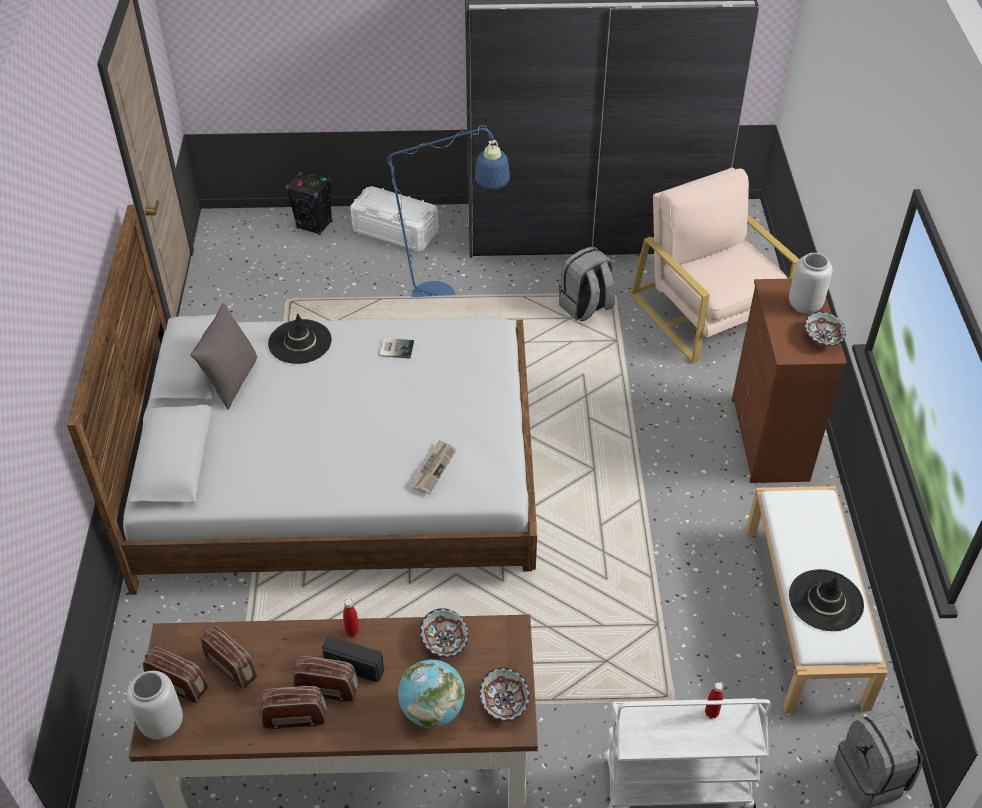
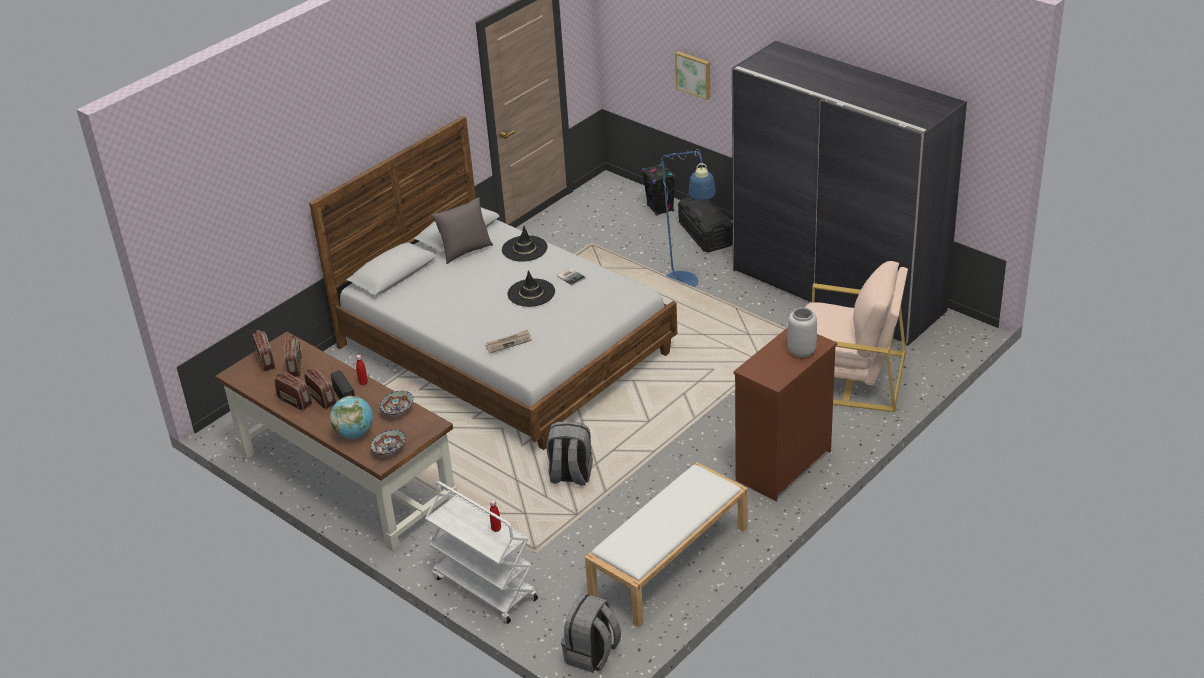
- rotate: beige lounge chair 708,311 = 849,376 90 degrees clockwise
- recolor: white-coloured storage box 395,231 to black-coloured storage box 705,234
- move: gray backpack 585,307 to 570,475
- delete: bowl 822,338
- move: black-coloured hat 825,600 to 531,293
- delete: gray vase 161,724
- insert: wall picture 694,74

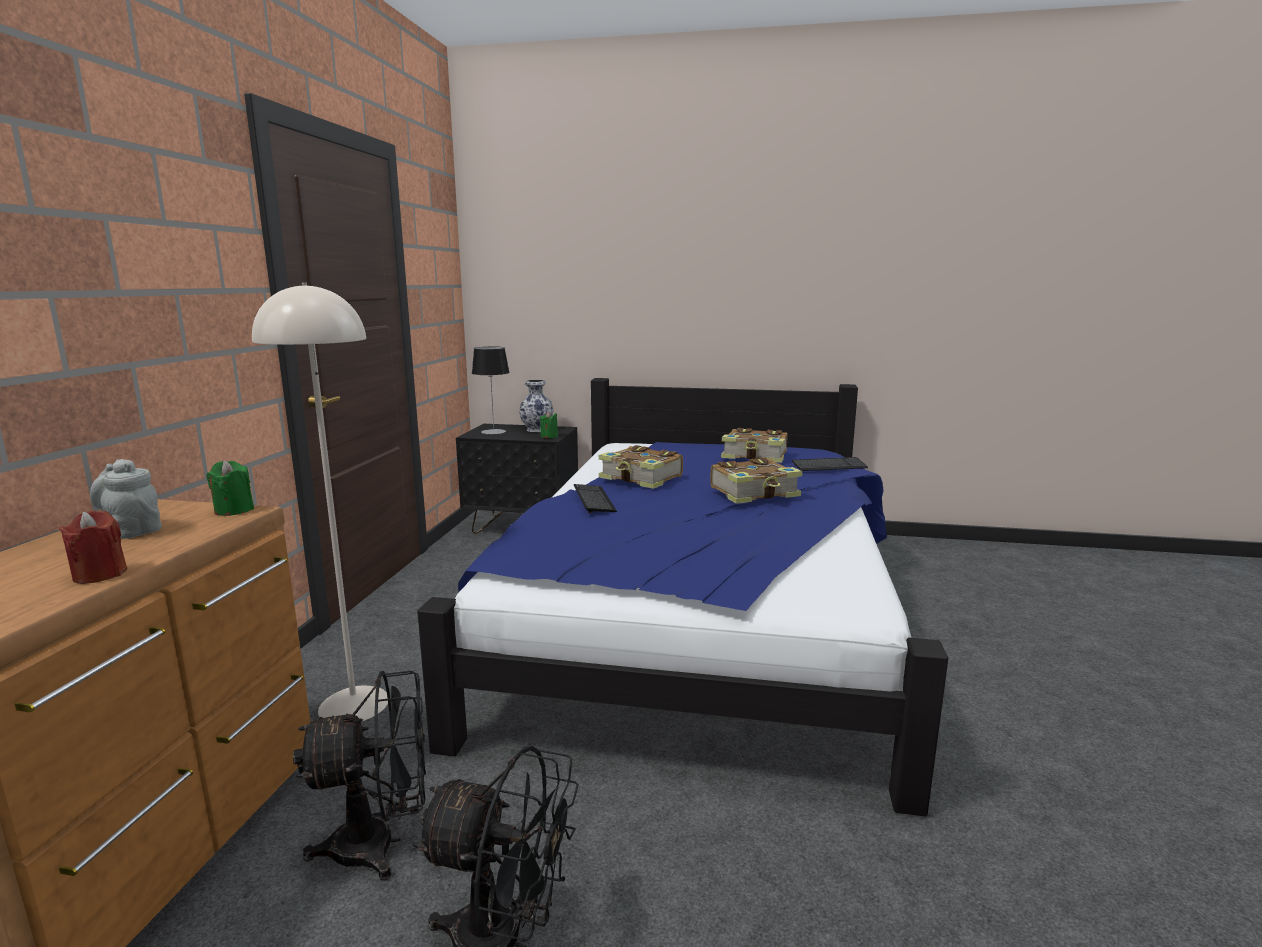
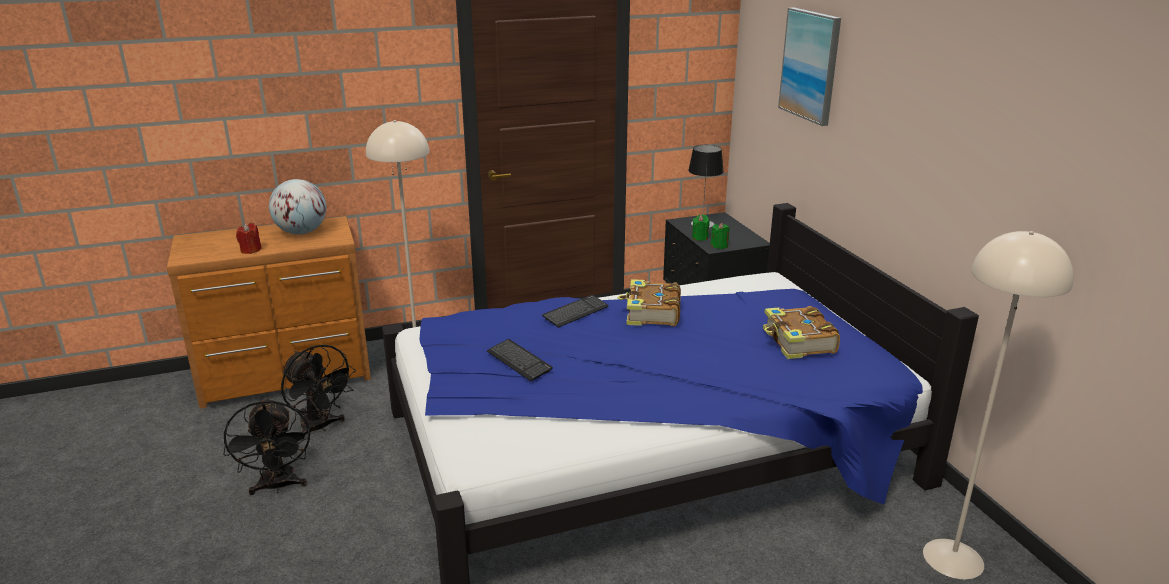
- delete: vase 536,430
- move: keyboard 829,466 to 519,361
- delete: book 755,493
- replace: gray teapot 132,530 to world globe 301,232
- move: green wax candle 234,510 to 700,237
- insert: wall picture 810,65
- insert: beige standing lamp 953,558

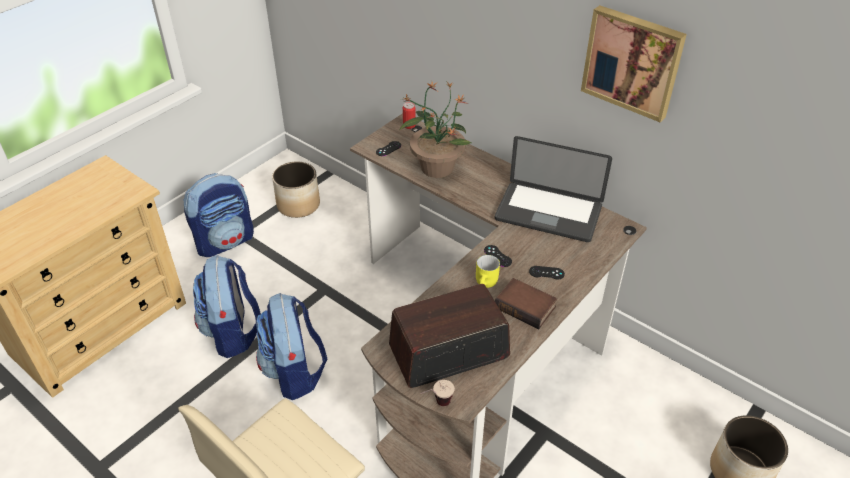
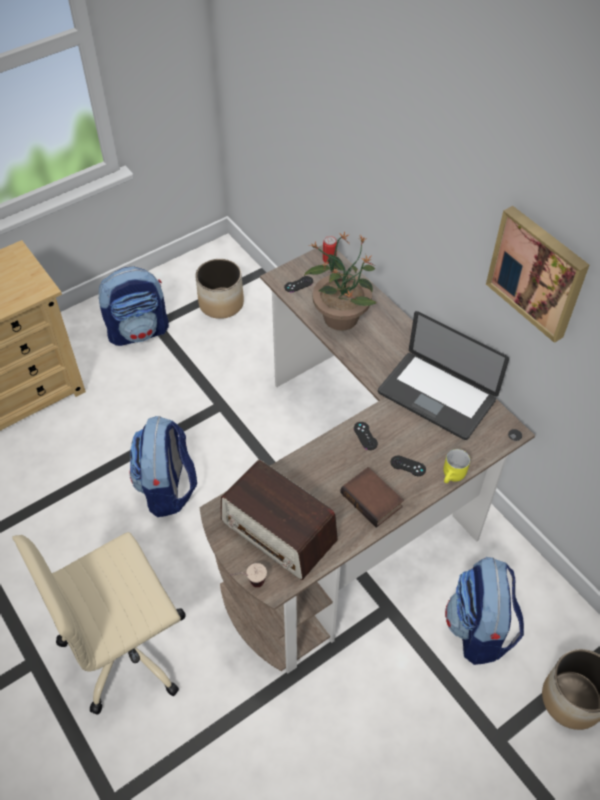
- move: backpack 233,333 to 478,629
- move: yellowish coffee mug 487,283 to 453,476
- rotate: radio receiver 448,352 = 279,531 135 degrees counterclockwise

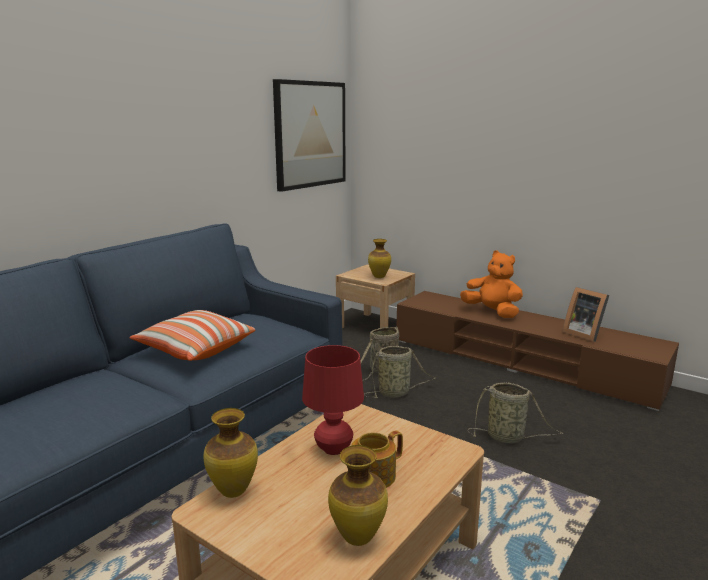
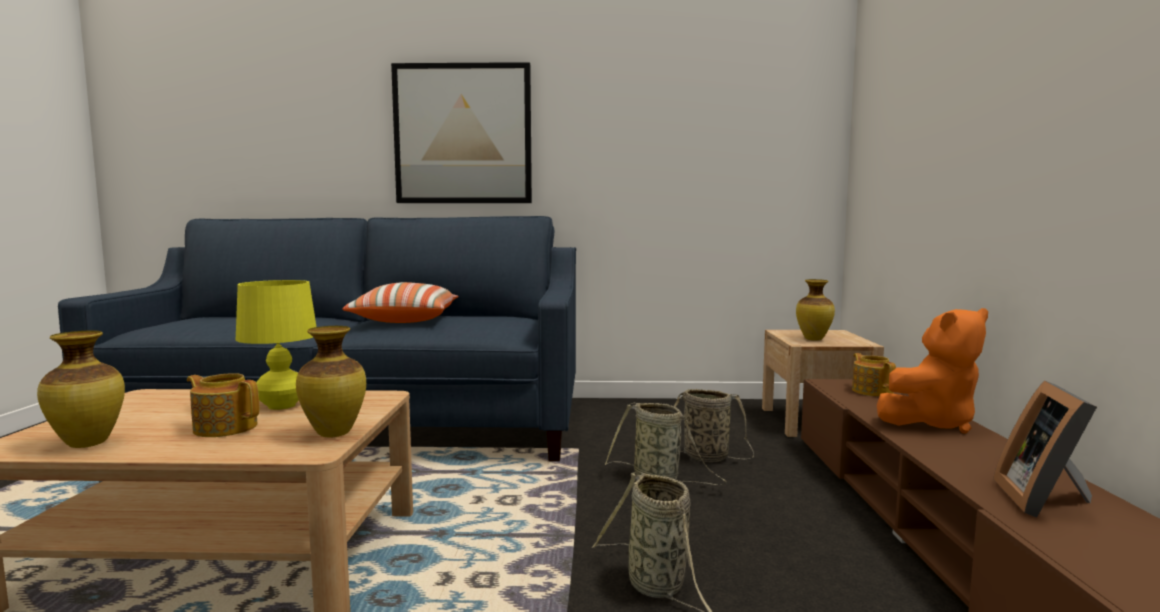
- move: wall picture 310,134 to 463,134
- rotate: orangey soft toy 492,312 = 931,423 60 degrees clockwise
- recolor: reddish table lamp 333,449 to yellowish table lamp 281,406
- move: vase 232,491 to 334,433
- insert: teapot 872,391

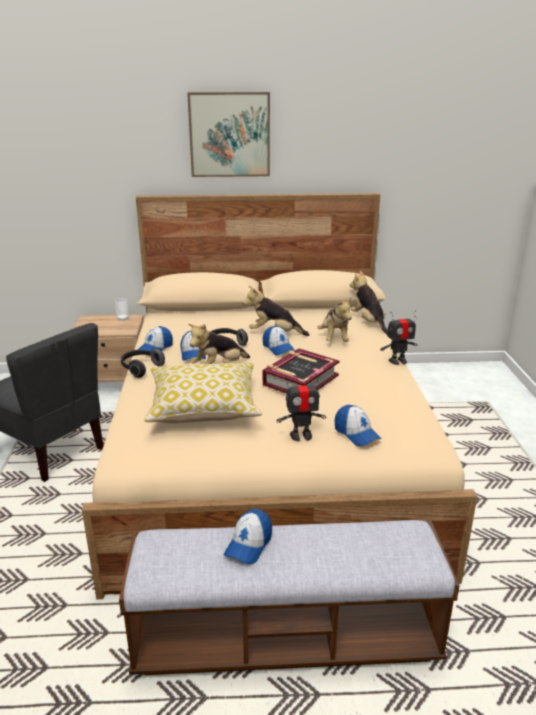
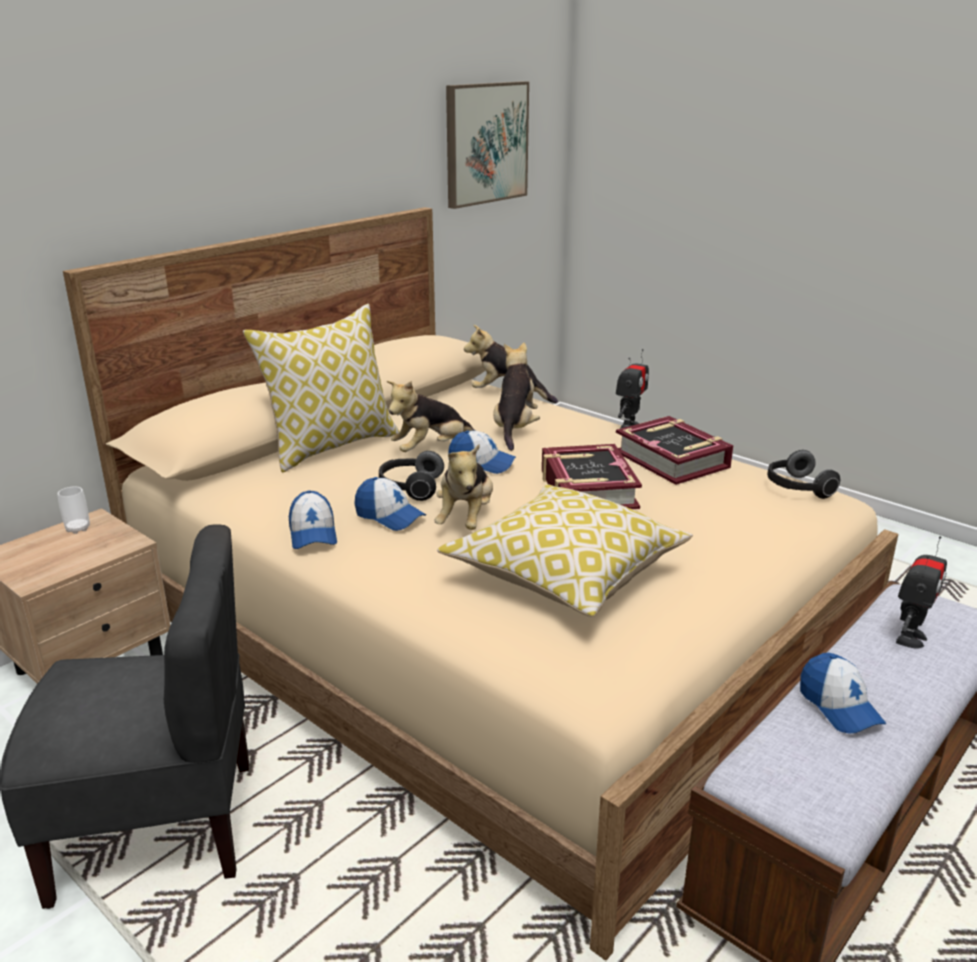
- move: wall picture 229,135 to 486,143
- rotate: soft toy 334,338 = 514,428 120 degrees counterclockwise
- move: headset 141,368 to 797,488
- move: toy robot 301,435 to 909,638
- delete: baseball cap 356,433
- insert: pillow 331,446
- insert: book 672,459

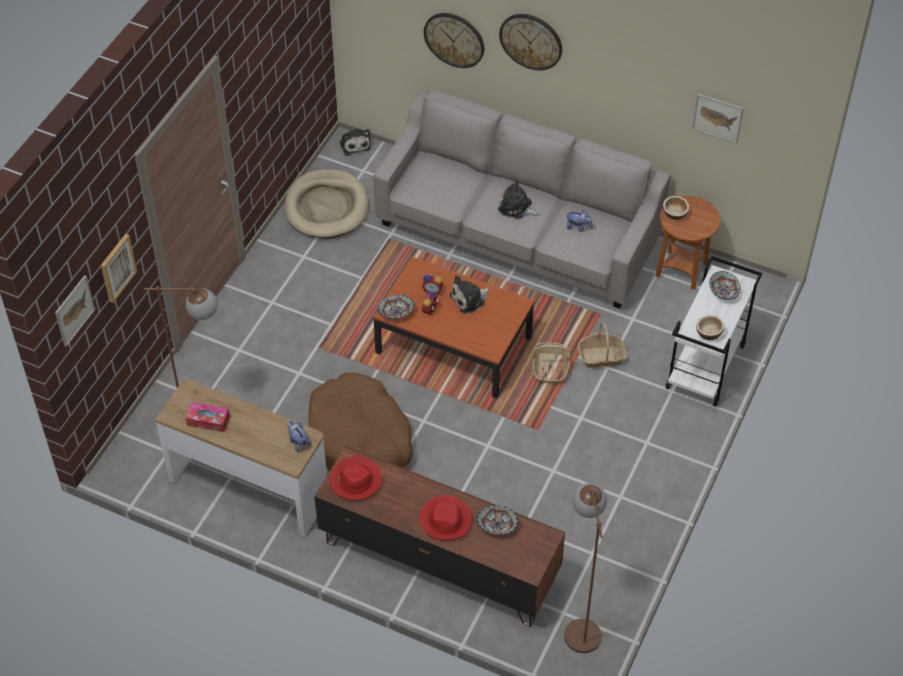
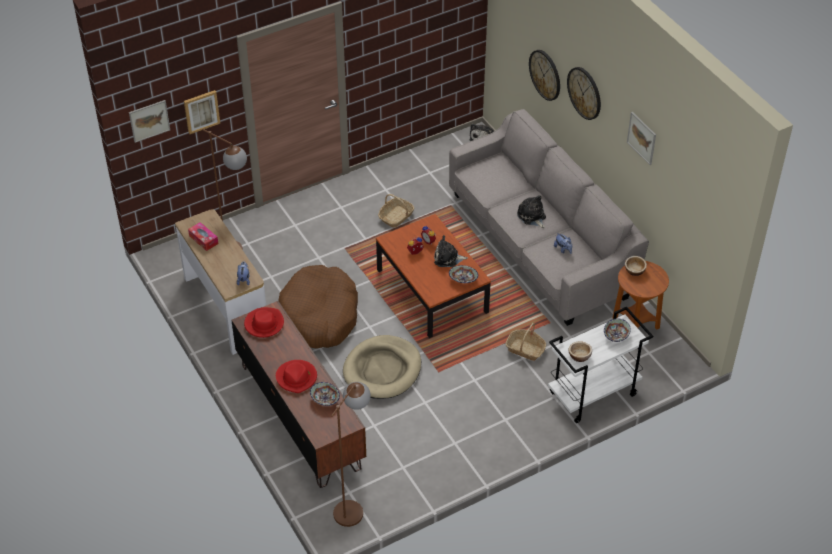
- move: wall picture 718,118 to 642,138
- move: beige dog bed 326,207 to 382,370
- move: bowl 396,313 to 463,280
- move: basket 550,368 to 396,217

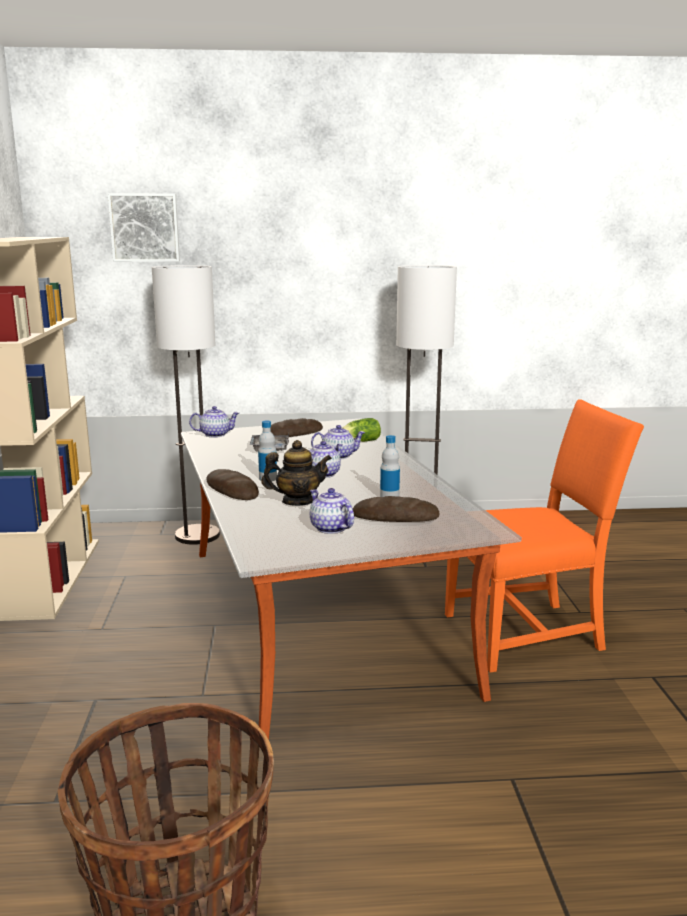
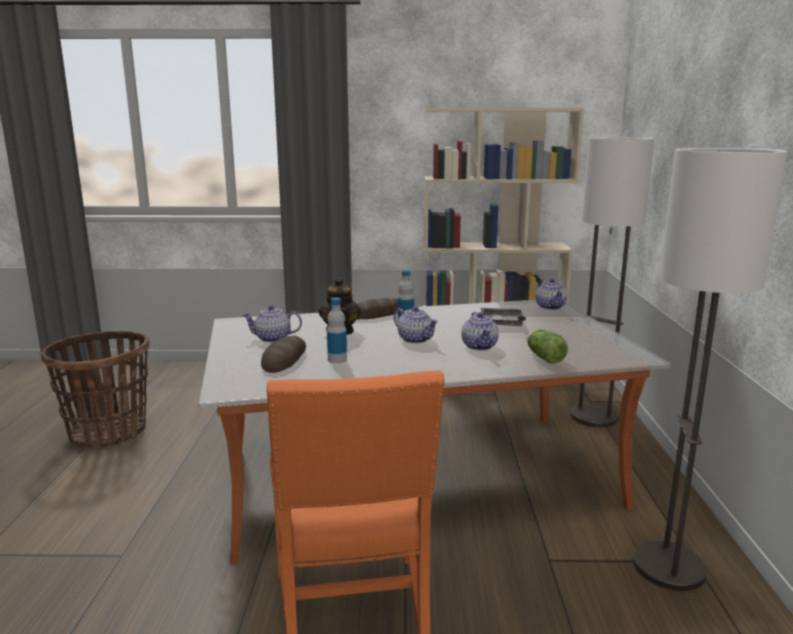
- delete: wall picture 145,227
- delete: bakery bread 294,433
- rotate: teapot 330,528 = 272,339 150 degrees counterclockwise

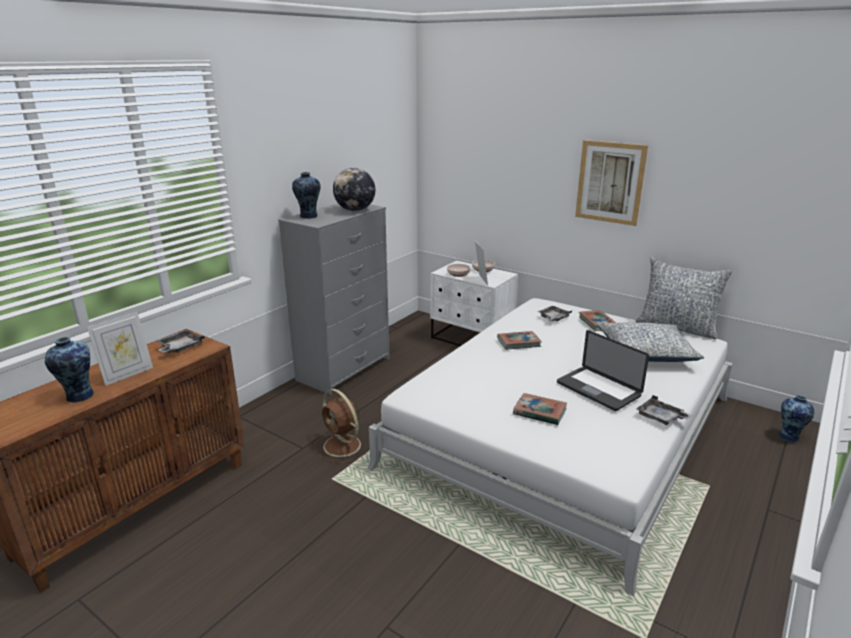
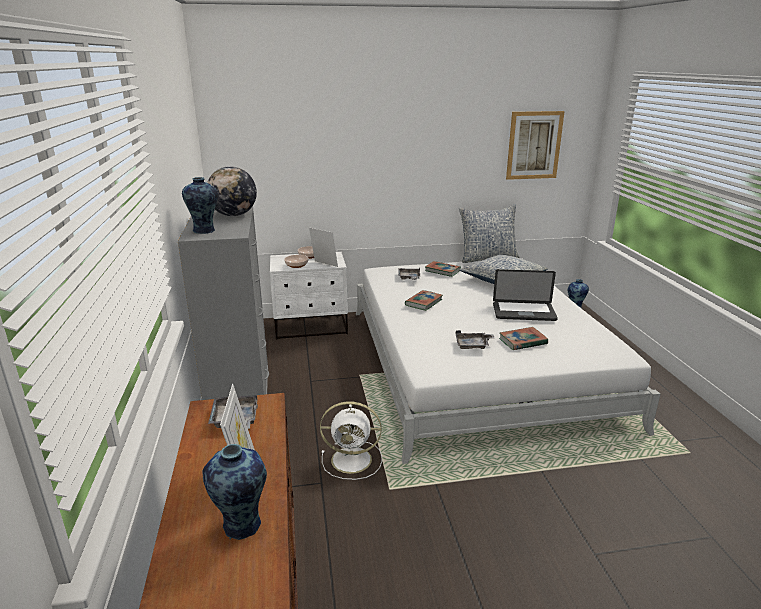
- move: wall picture 610,182 to 534,145
- recolor: brown fan 343,446 to white-coloured fan 353,460
- move: gray tray 660,418 to 473,345

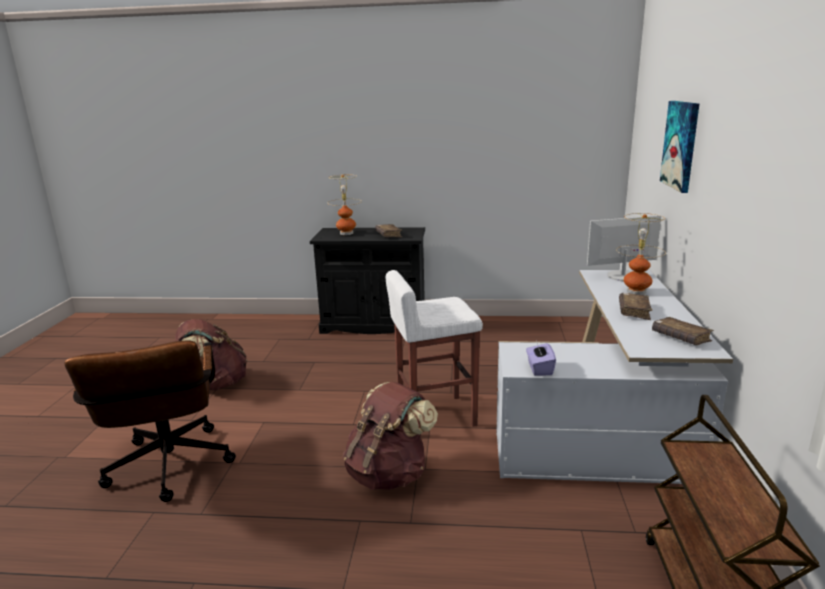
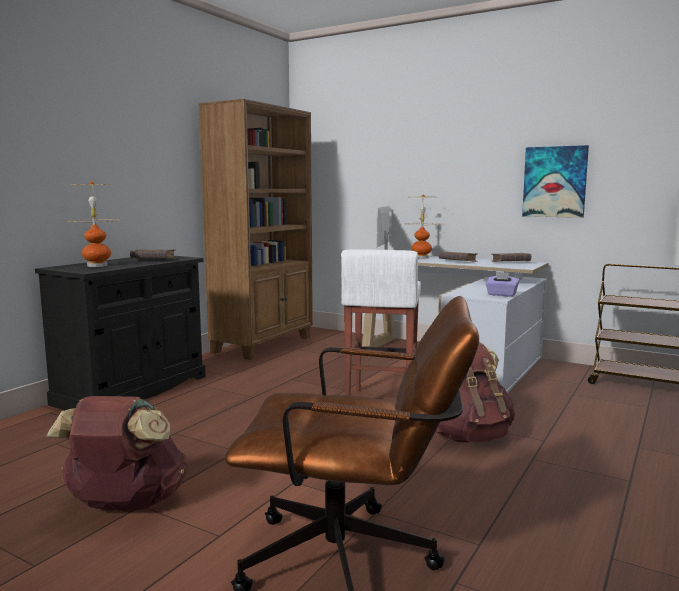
- move: wall picture 681,145 to 554,182
- insert: brown bookcase 264,344

